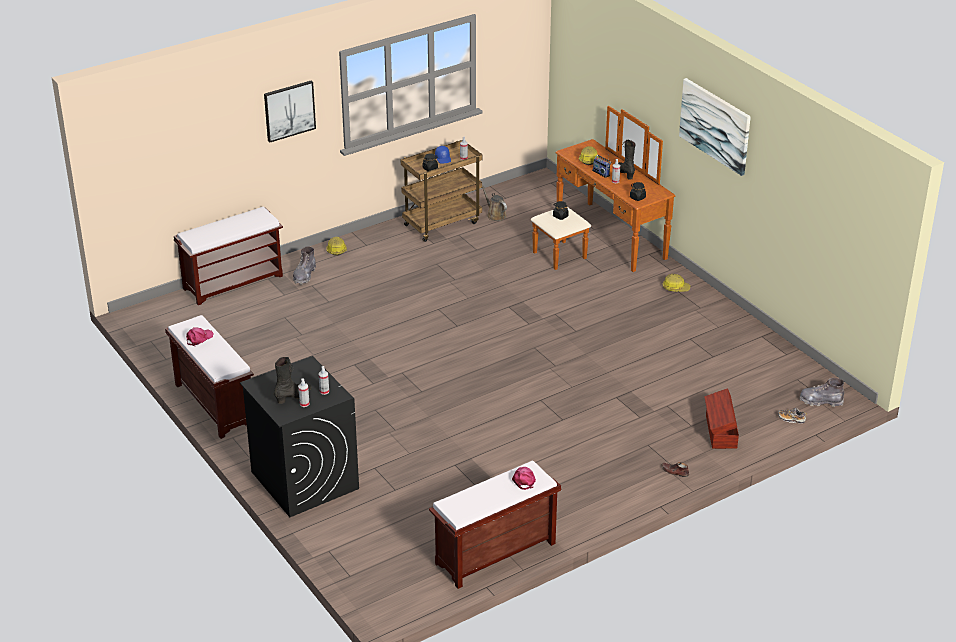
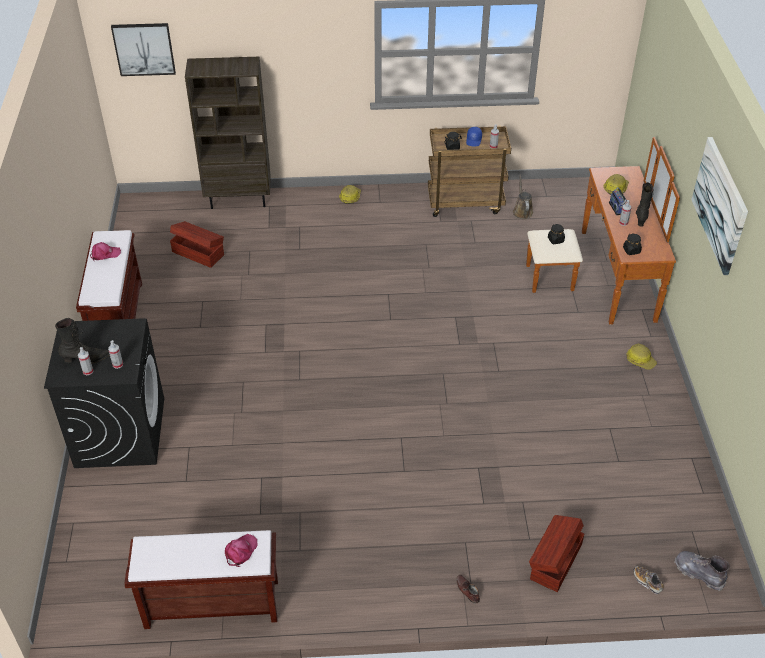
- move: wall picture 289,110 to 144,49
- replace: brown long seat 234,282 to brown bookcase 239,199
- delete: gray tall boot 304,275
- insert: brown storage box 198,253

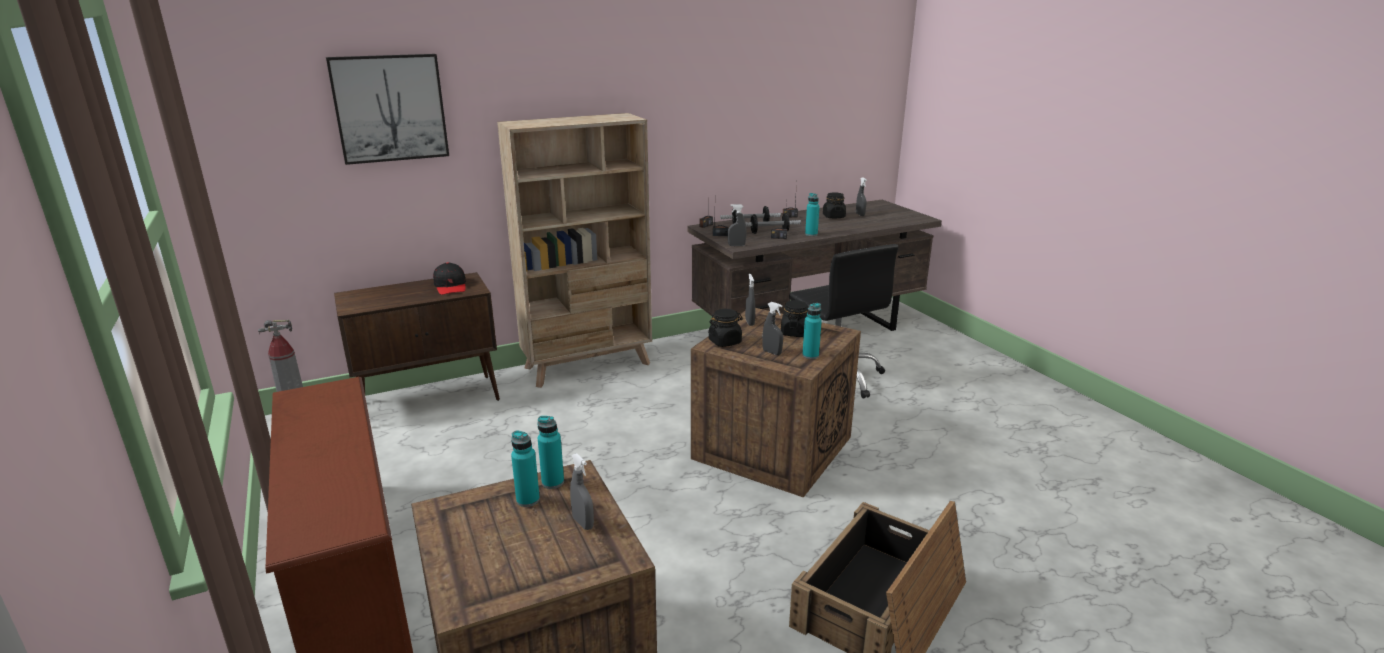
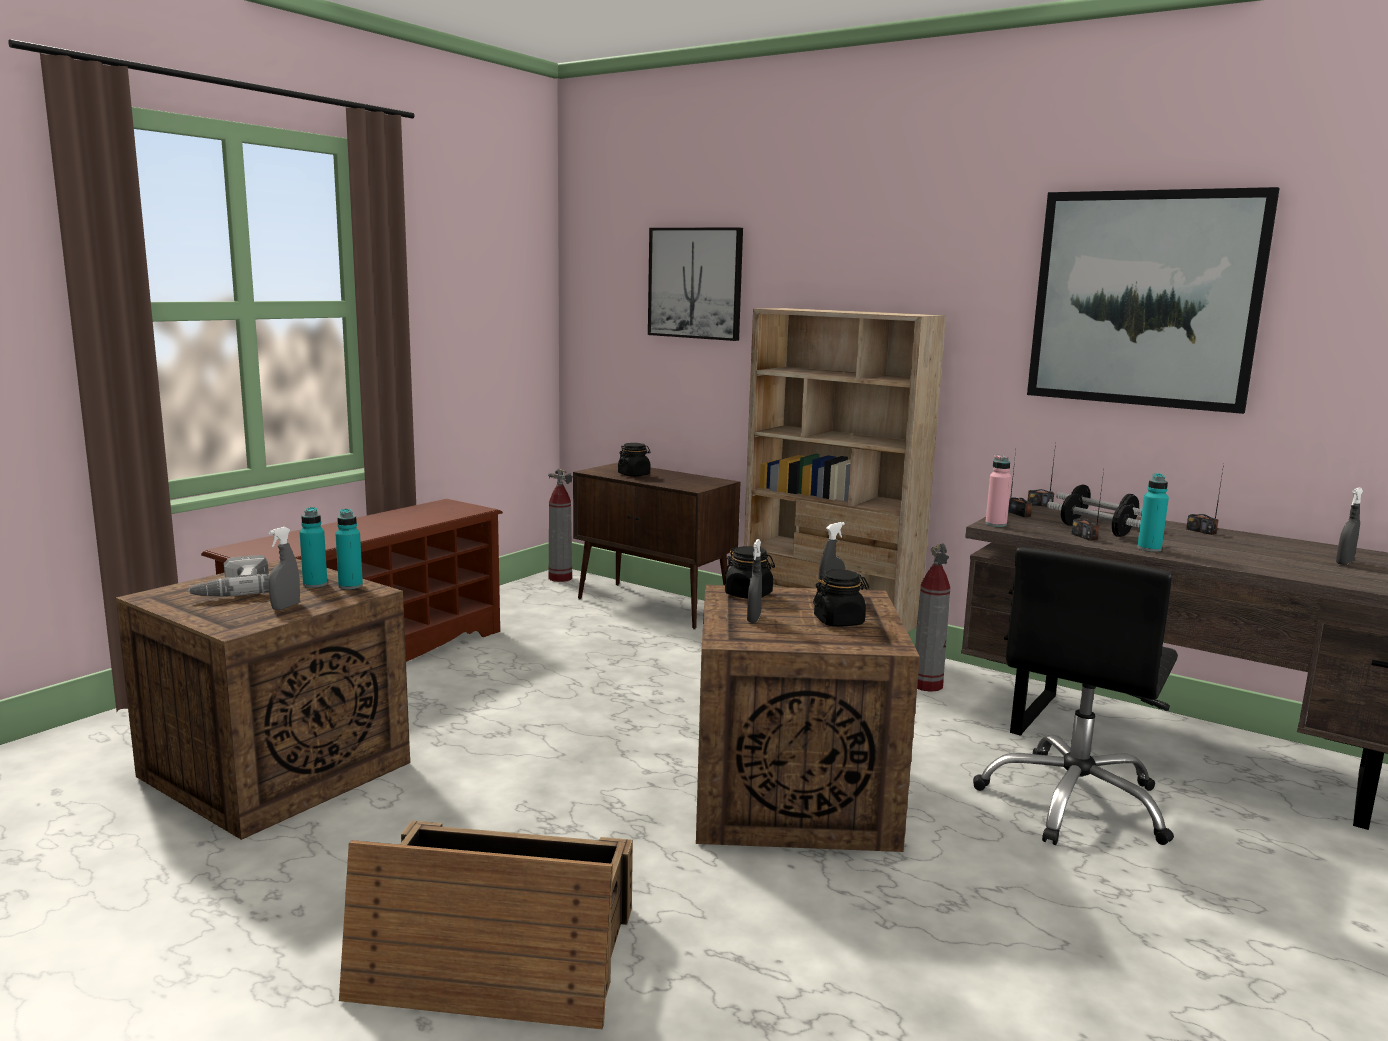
- move: black-coloured storage jar 833,216 to 634,475
- replace: gray spray bottle 736,245 to pink drink bottle 996,524
- delete: black-coloured baseball cap 451,286
- delete: turquoise drink bottle 810,355
- insert: wall picture 1144,299
- insert: fire-fighting cylinder 926,685
- insert: power drill 233,588

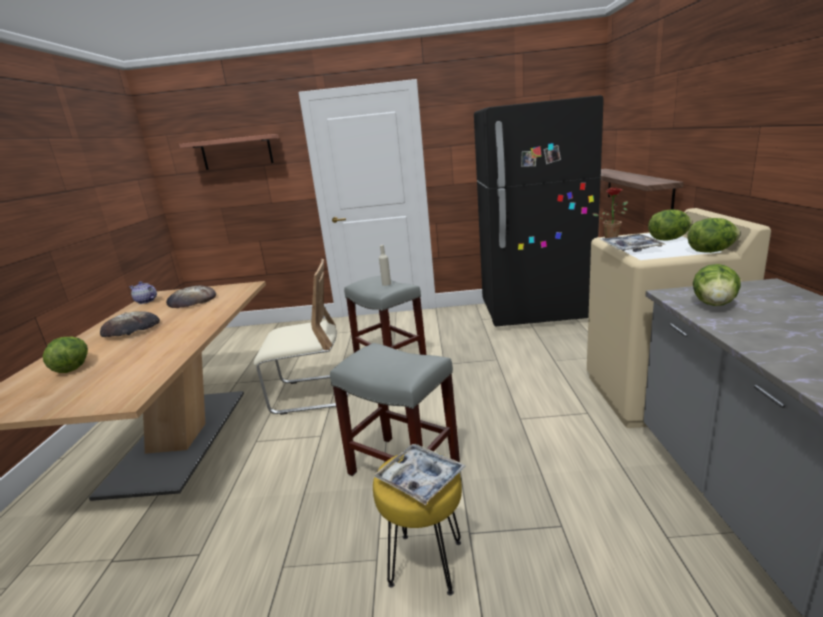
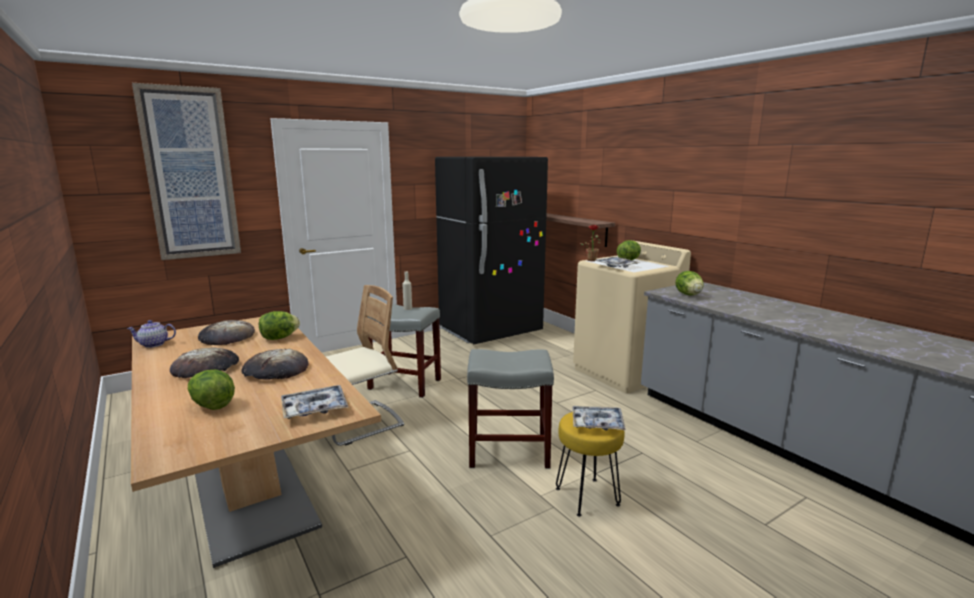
- replace: wall shelf 237,152 to wall picture 190,174
- move: head of lettuce 711,251 to 279,338
- insert: bakery bread 275,370
- insert: tray 314,408

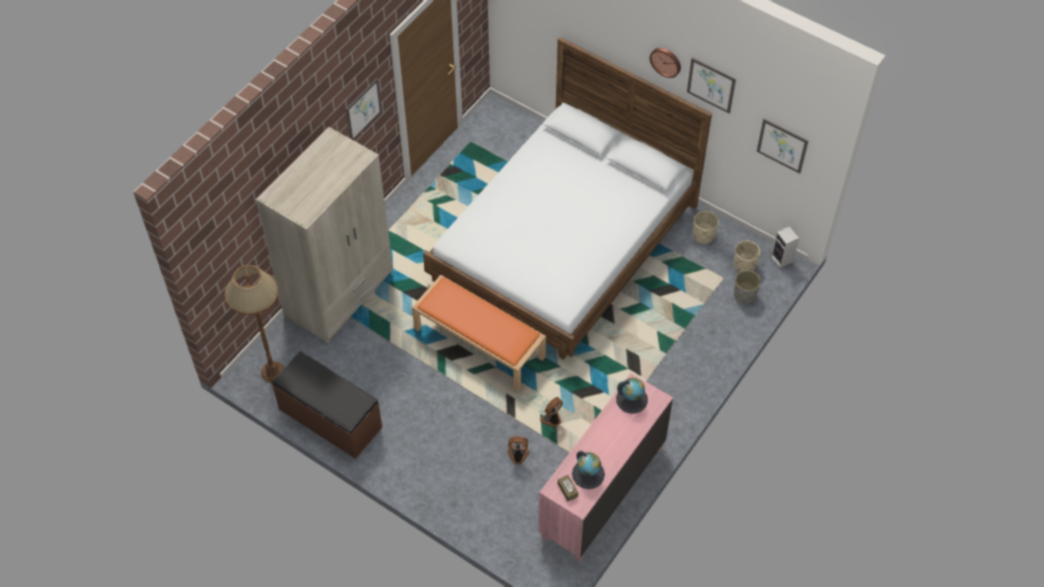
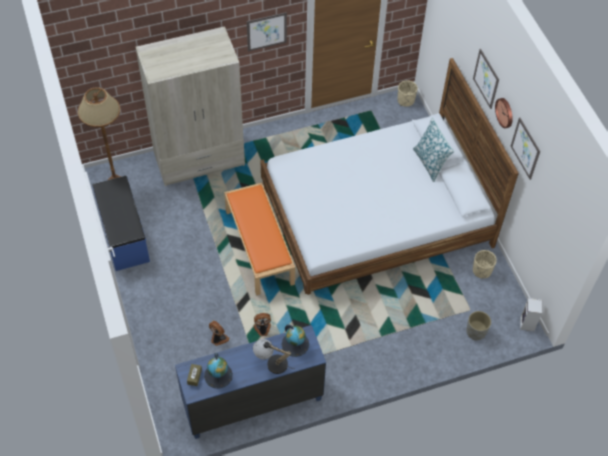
- move: wall picture 782,145 to 486,78
- move: beige plant pot 744,265 to 405,101
- recolor: brown long seat 330,418 to bluish long seat 123,235
- recolor: pink drawer chest 602,492 to bluish drawer chest 252,402
- insert: pillow 430,163
- insert: table lamp 271,363

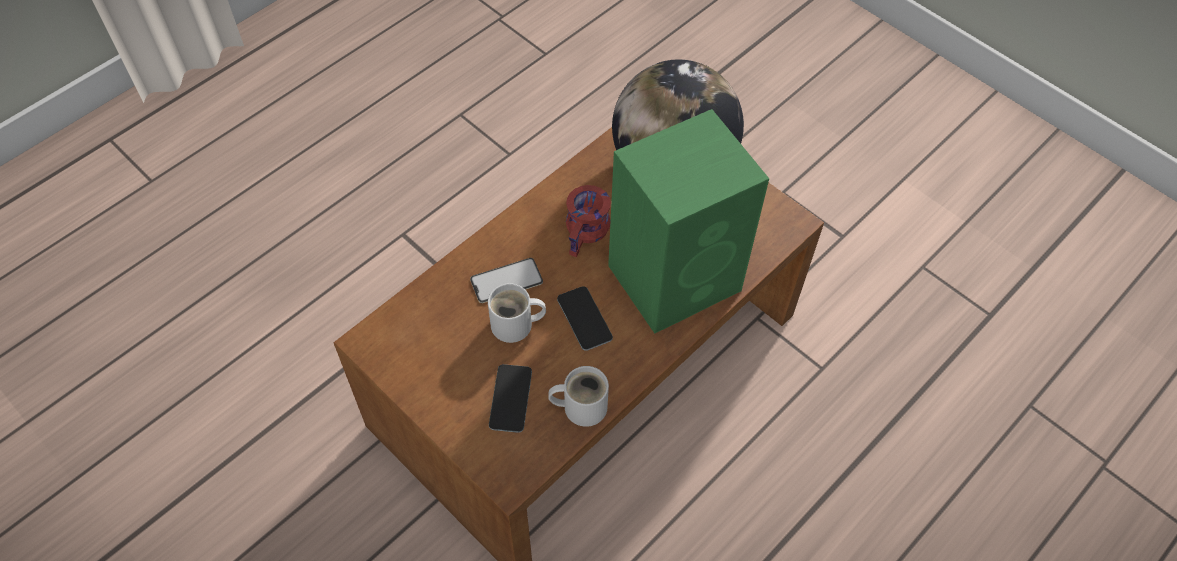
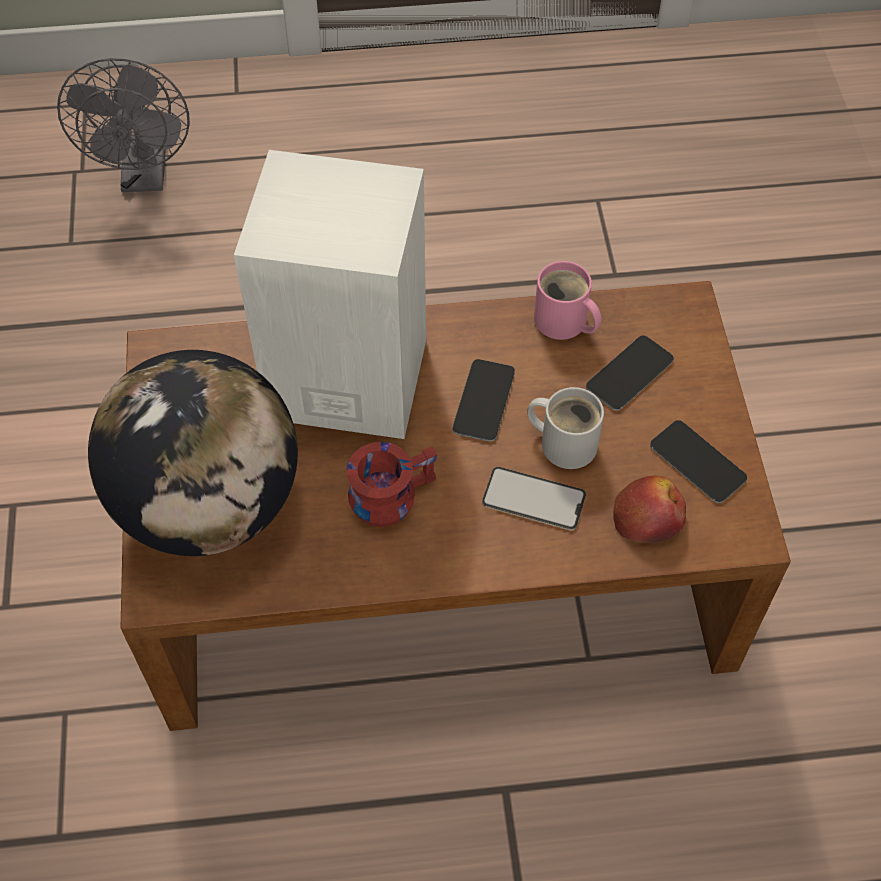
- recolor: green audio speaker 677,277 to white-coloured audio speaker 343,378
- recolor: white-coloured coffee mug 581,405 to pink coffee mug 563,323
- insert: gray fan 145,176
- insert: phone 697,462
- insert: apple 648,517

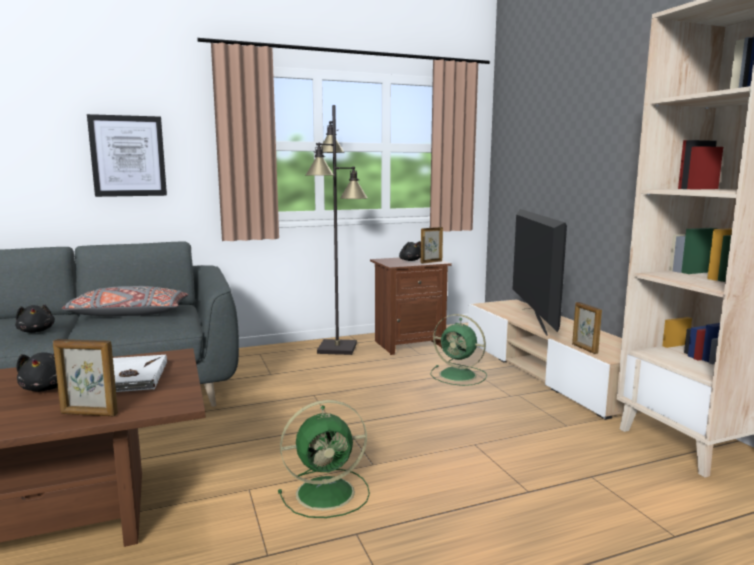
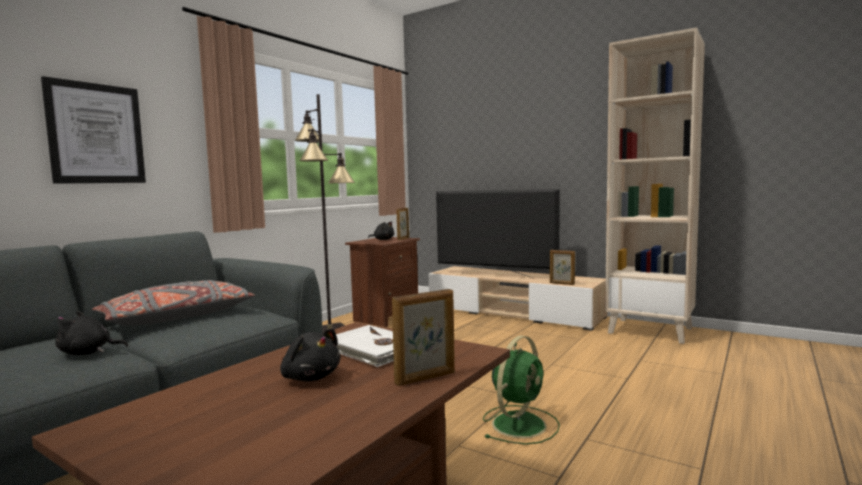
- rotate: television 531,321 = 495,275 150 degrees clockwise
- rotate: black-coloured soft toy 36,331 = 88,353 150 degrees clockwise
- delete: green fan 459,375

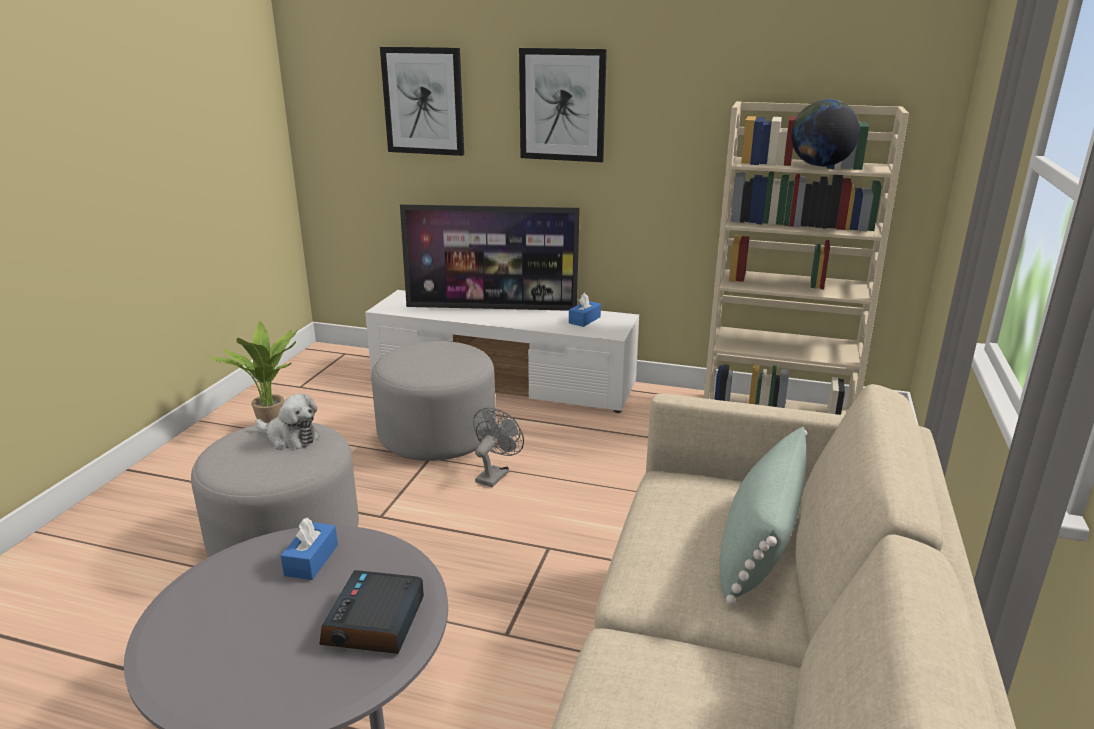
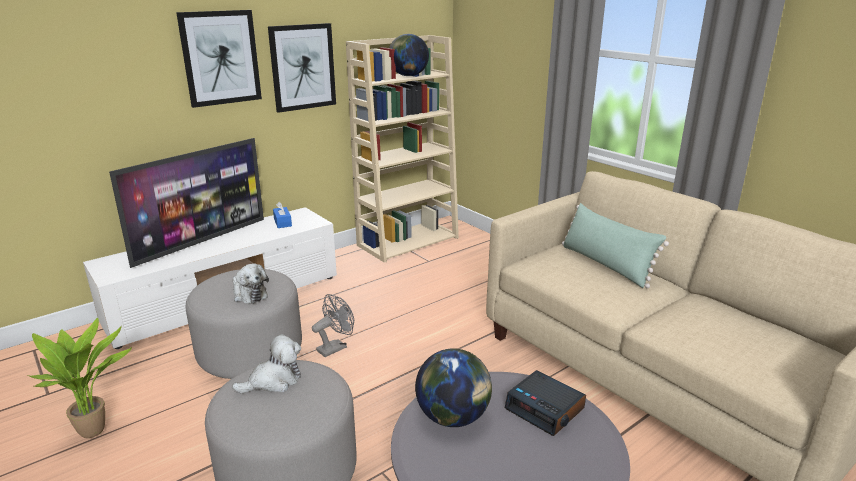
- move: wall picture 423,101 to 302,67
- rotate: gray fan 495,474 = 335,347 75 degrees clockwise
- replace: bluish tissue box 311,560 to world globe 453,417
- insert: soft toy 249,294

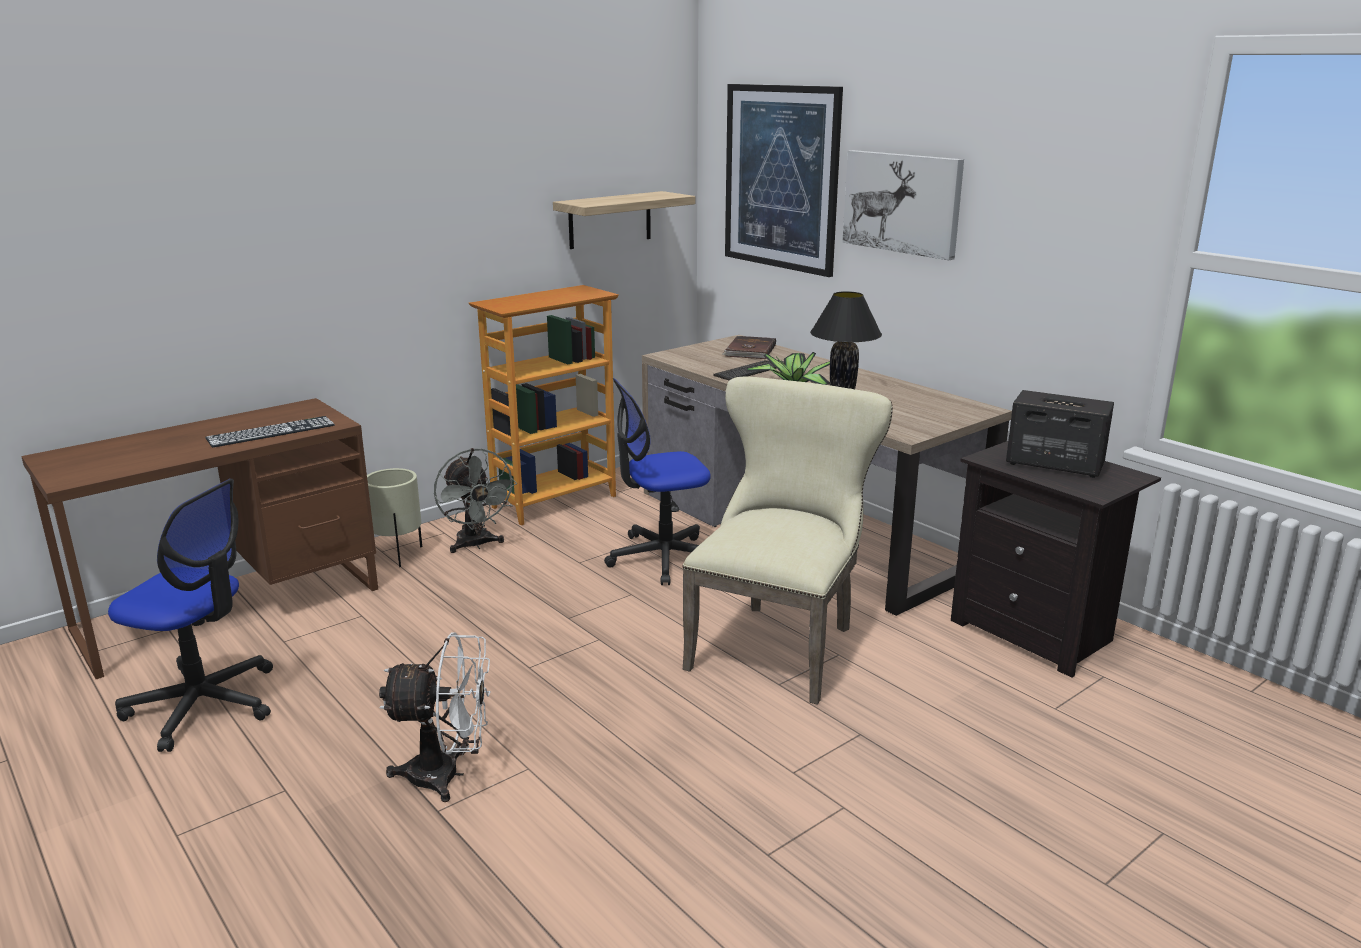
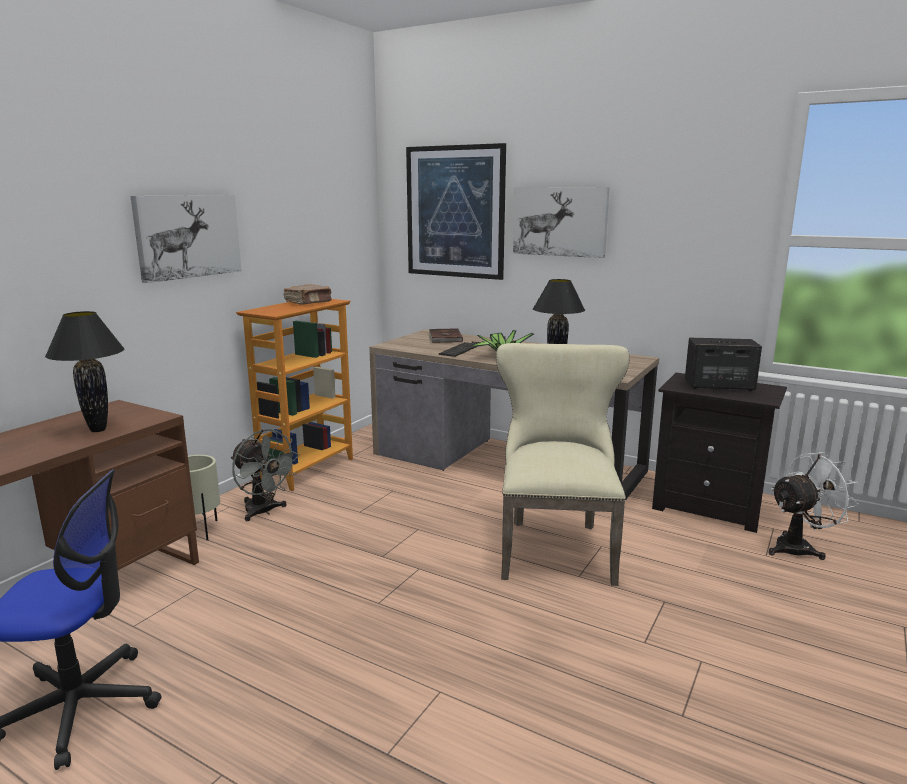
- delete: wall shelf 610,220
- delete: computer chair 662,558
- replace: keyboard 271,432 to black-coloured table lamp 98,430
- move: white-coloured fan 448,775 to 799,547
- insert: wall picture 188,236
- insert: brown book 309,302

